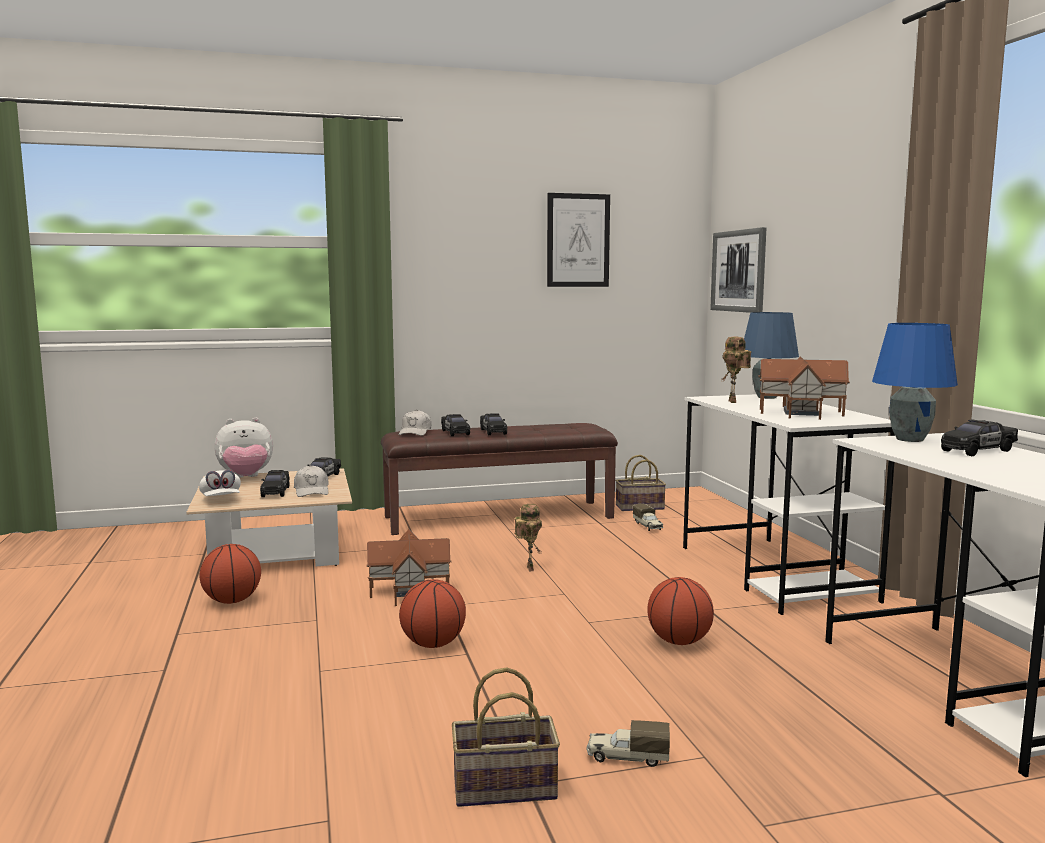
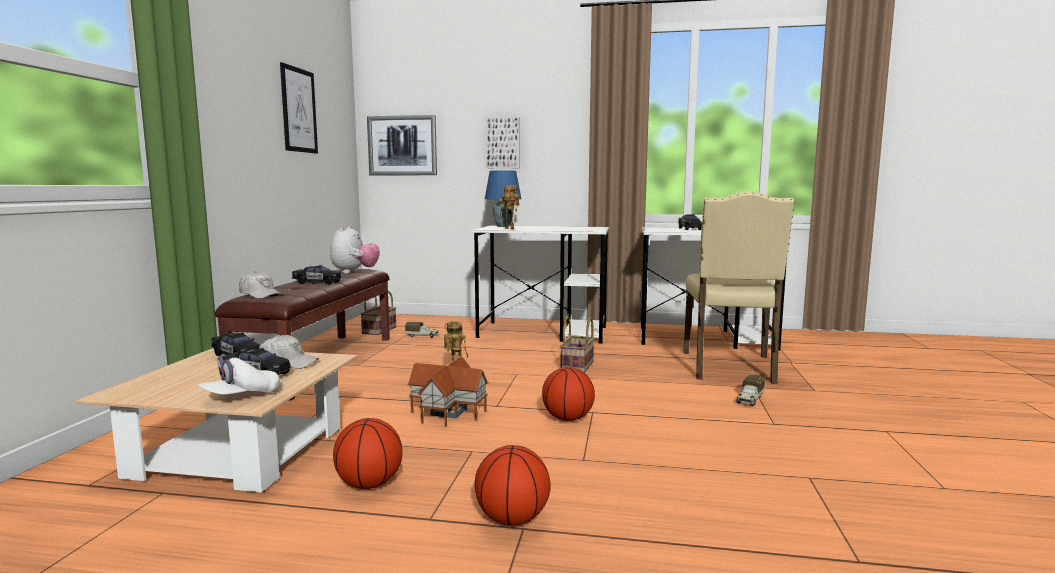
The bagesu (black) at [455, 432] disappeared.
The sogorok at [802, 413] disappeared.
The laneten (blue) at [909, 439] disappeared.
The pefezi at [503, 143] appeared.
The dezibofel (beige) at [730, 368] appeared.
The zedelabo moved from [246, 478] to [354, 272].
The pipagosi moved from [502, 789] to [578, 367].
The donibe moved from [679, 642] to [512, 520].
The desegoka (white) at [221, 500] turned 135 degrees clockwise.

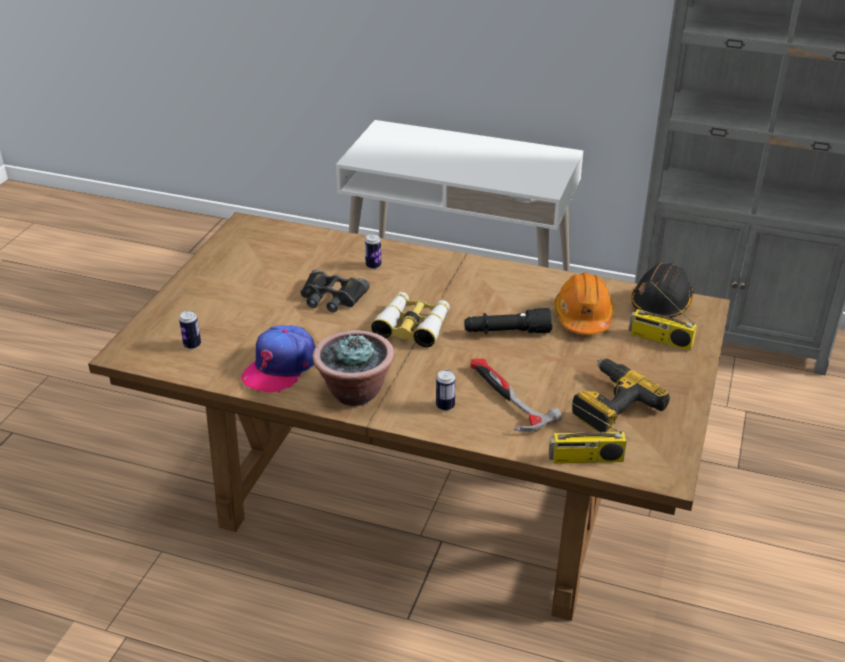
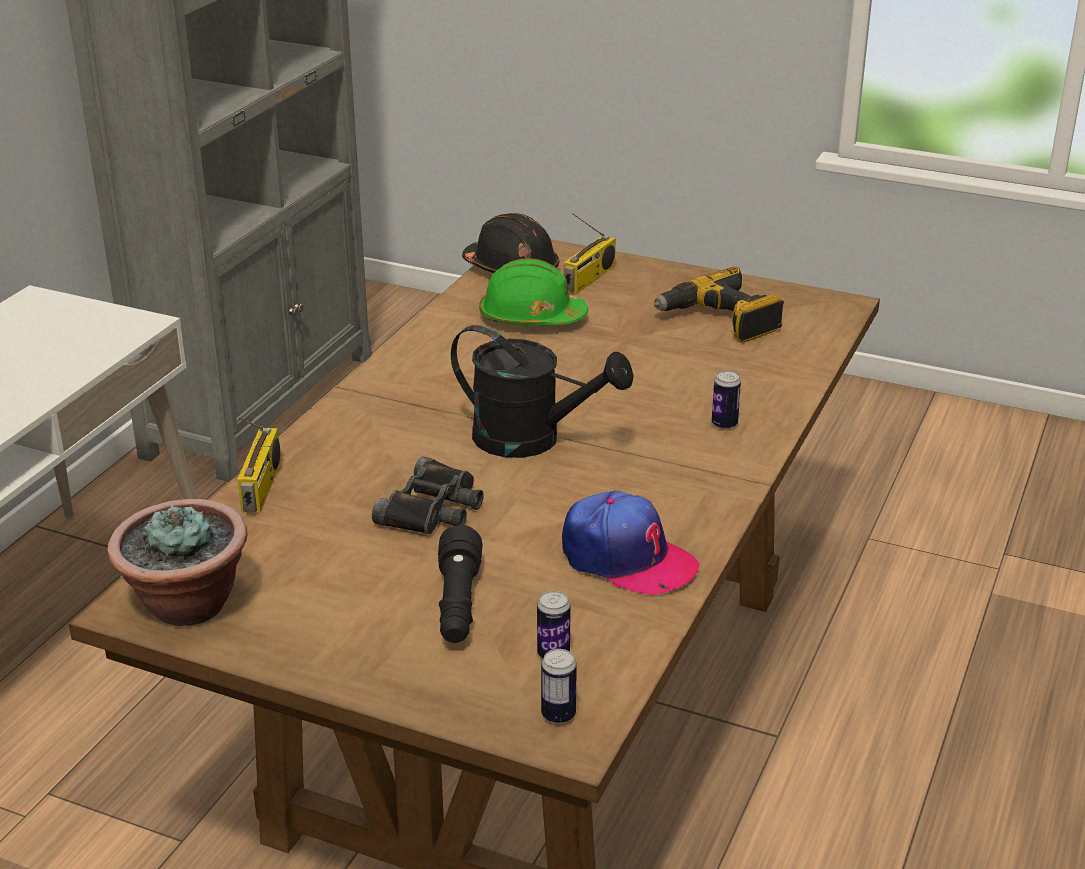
The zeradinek at [505, 398] disappeared.
The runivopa moved from [354, 392] to [187, 605].
The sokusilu moved from [373, 266] to [558, 715].
The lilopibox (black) moved from [507, 332] to [458, 605].
The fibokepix moved from [585, 458] to [262, 487].
The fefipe at [413, 326] was replaced by the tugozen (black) at [532, 440].
The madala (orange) at [583, 317] became the madala (green) at [531, 318].

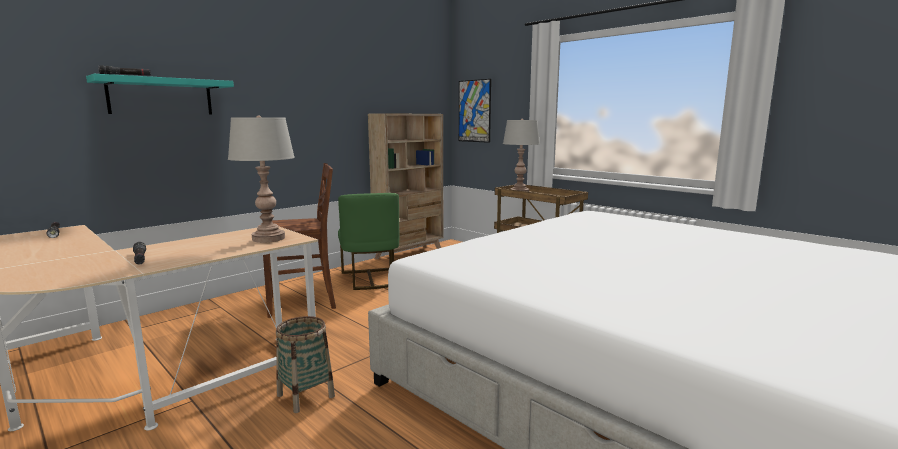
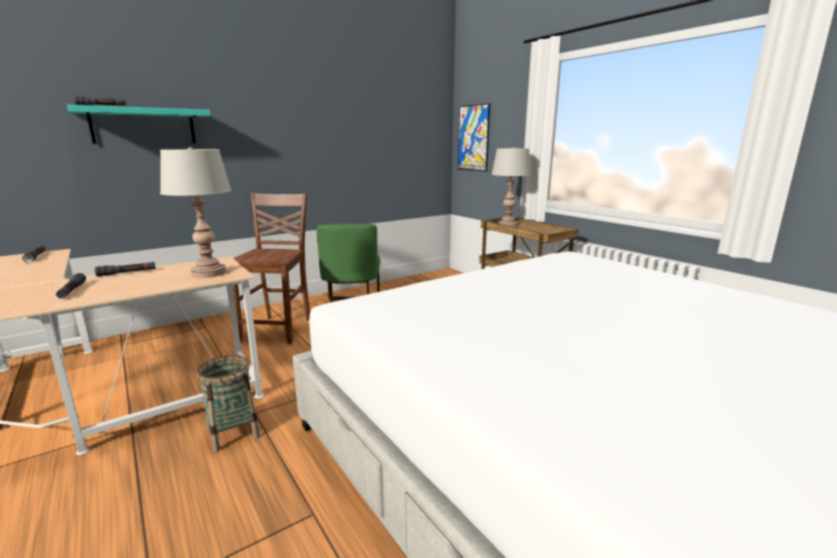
The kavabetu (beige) at [410, 255] disappeared.
The lilopibox (black) at [127, 273] appeared.
The dezibofel (brown) at [303, 303] turned 75 degrees counterclockwise.

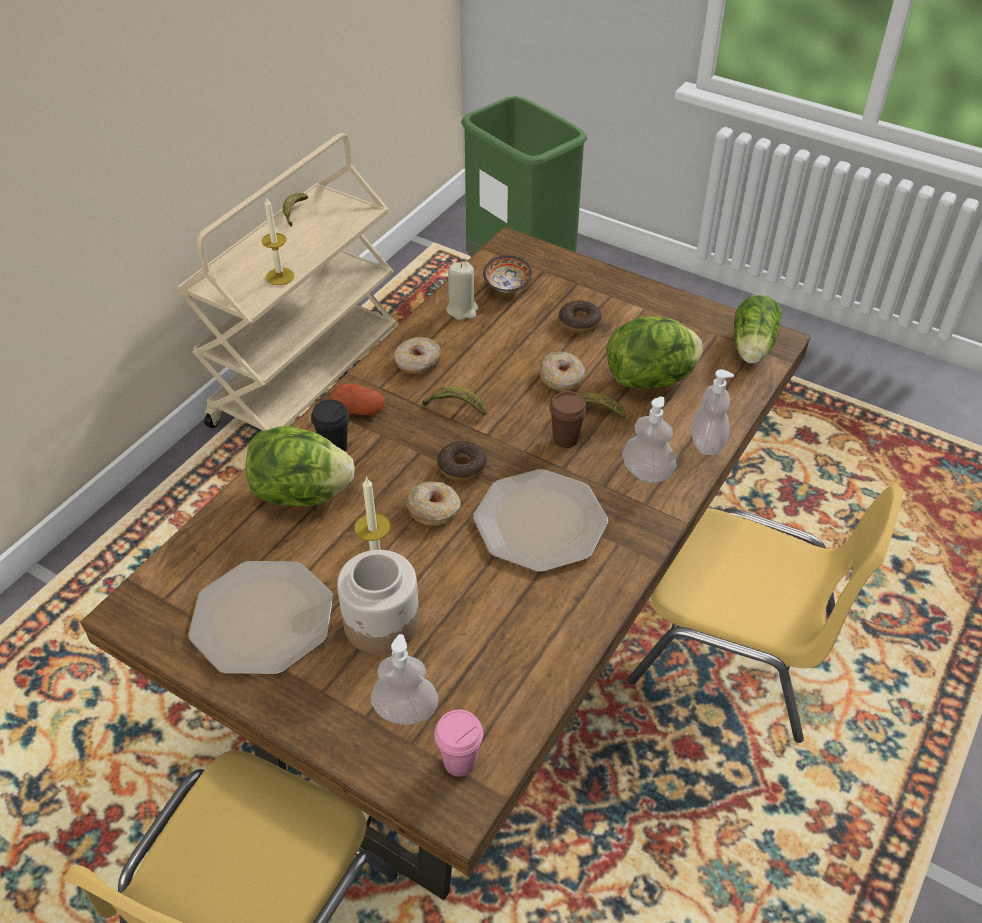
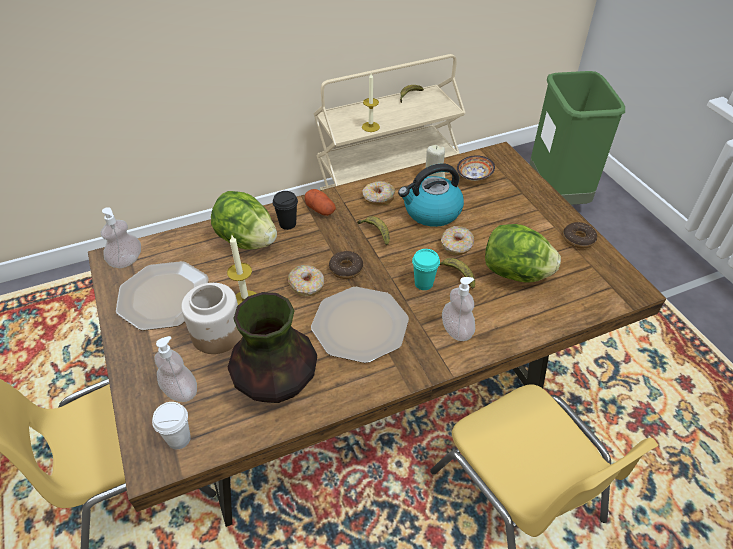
The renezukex at [752, 348] disappeared.
The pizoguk at [276, 383] appeared.
The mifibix at [431, 212] appeared.
The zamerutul moved from [579, 322] to [578, 239].
The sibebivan moved from [707, 443] to [126, 260].
The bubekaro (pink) at [460, 762] became the bubekaro (white) at [179, 439].
The bubekaro (brown) at [565, 439] became the bubekaro (turquoise) at [423, 283].

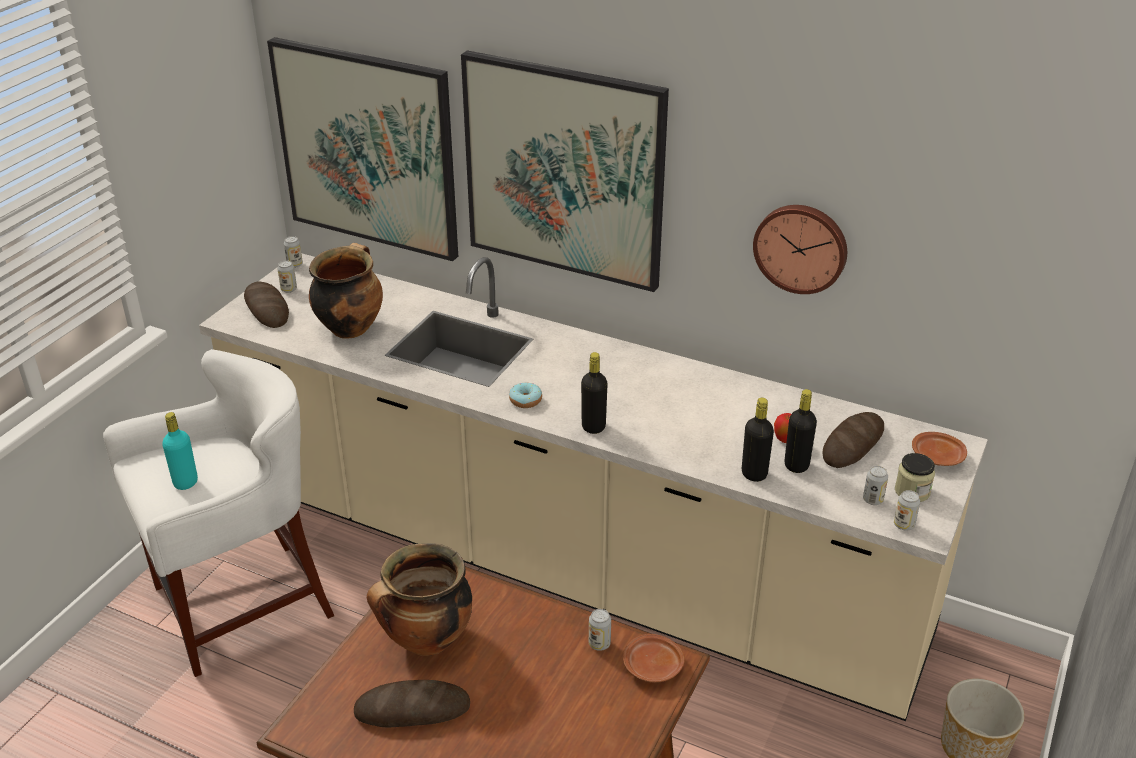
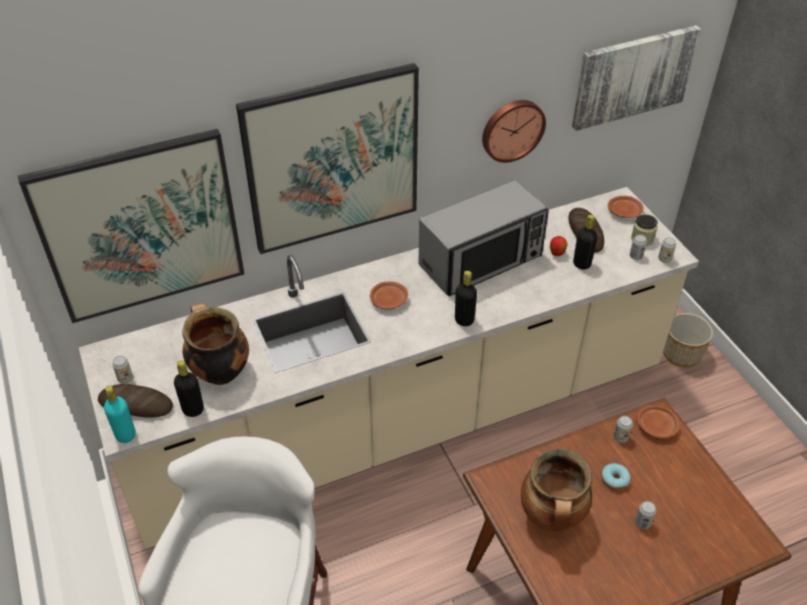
The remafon at [412, 710] disappeared.
The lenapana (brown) at [389, 300] appeared.
The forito at [481, 261] appeared.
The pefezi at [633, 76] appeared.
The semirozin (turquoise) moved from [185, 482] to [125, 435].
The sokusilu moved from [295, 264] to [642, 523].
The zamerutul moved from [525, 400] to [614, 479].
The semirozin (black) moved from [754, 474] to [193, 410].

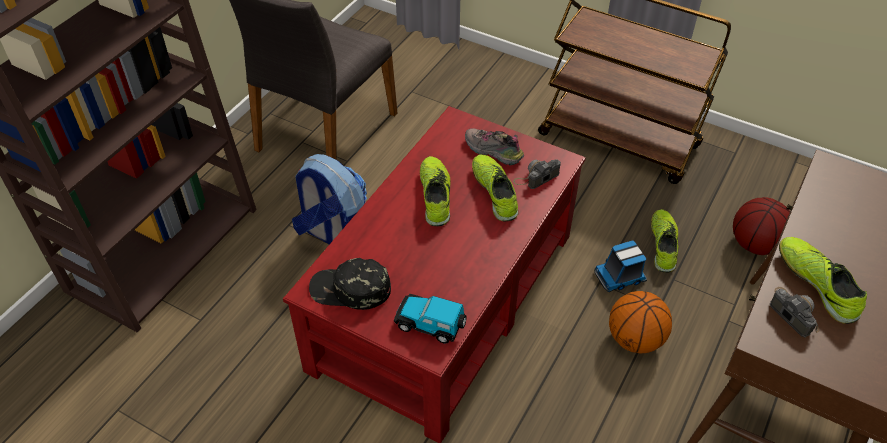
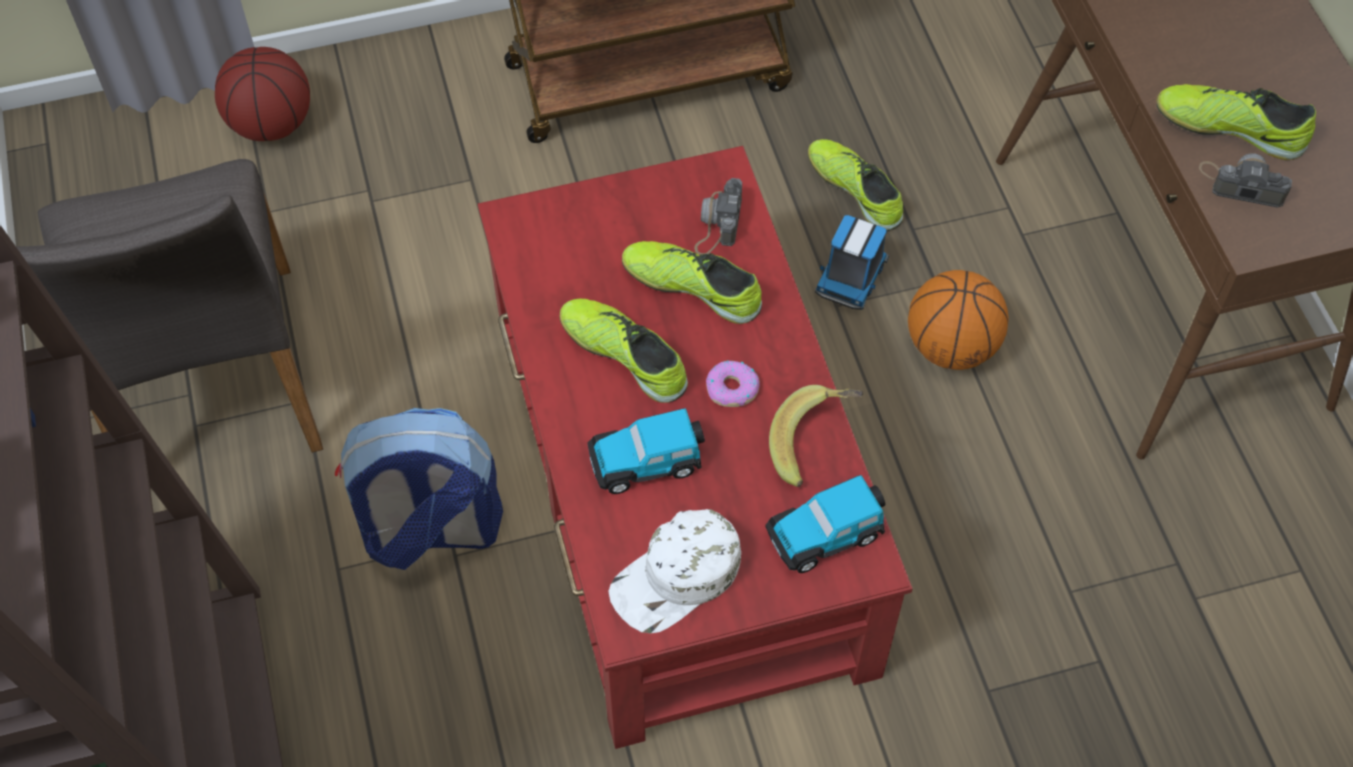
The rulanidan at [492, 151] disappeared.
The bagesu at [647, 460] appeared.
The zamerutul at [732, 389] appeared.
The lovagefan at [815, 444] appeared.
The donibe moved from [755, 244] to [272, 123].
The desegoka (black) at [350, 290] became the desegoka (white) at [677, 578].

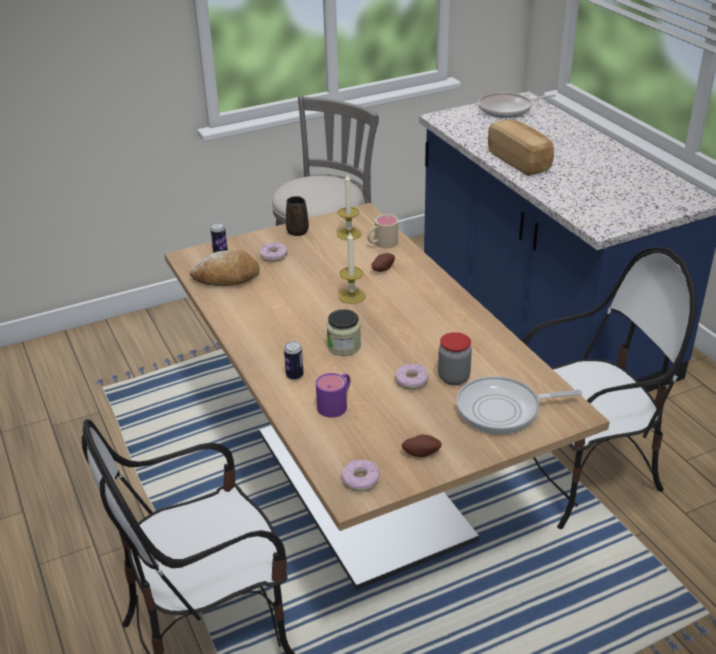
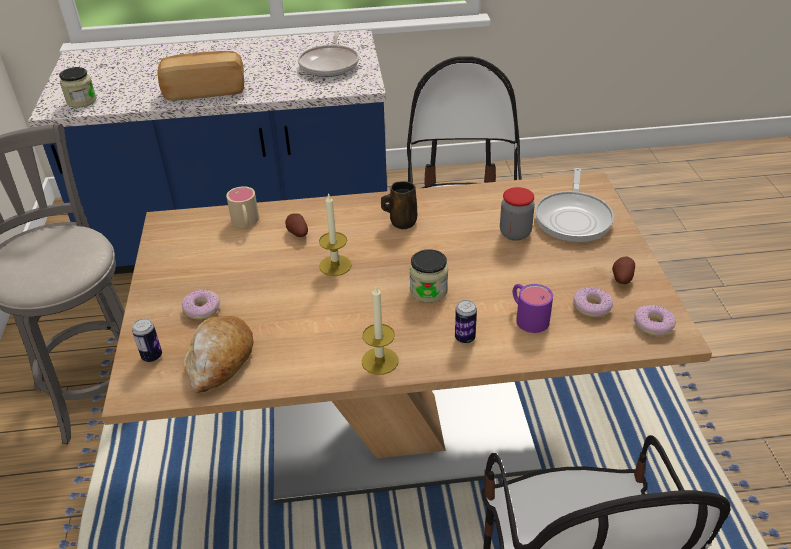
The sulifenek at [81, 101] appeared.
The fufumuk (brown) moved from [297, 230] to [401, 222].
The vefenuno moved from [349, 234] to [380, 361].
The zamerutul moved from [411, 381] to [591, 307].
The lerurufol moved from [508, 109] to [330, 64].

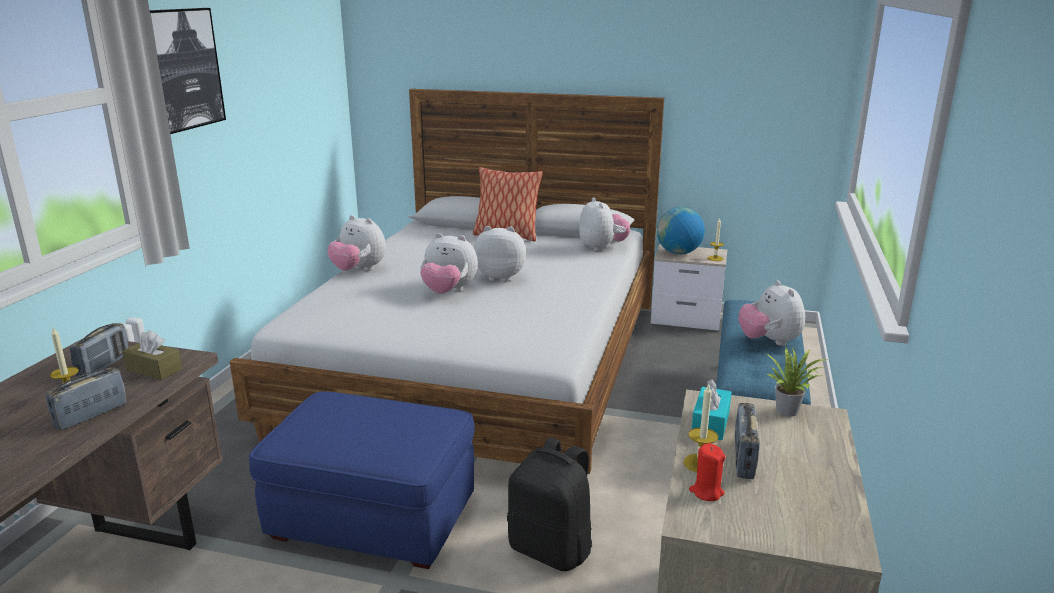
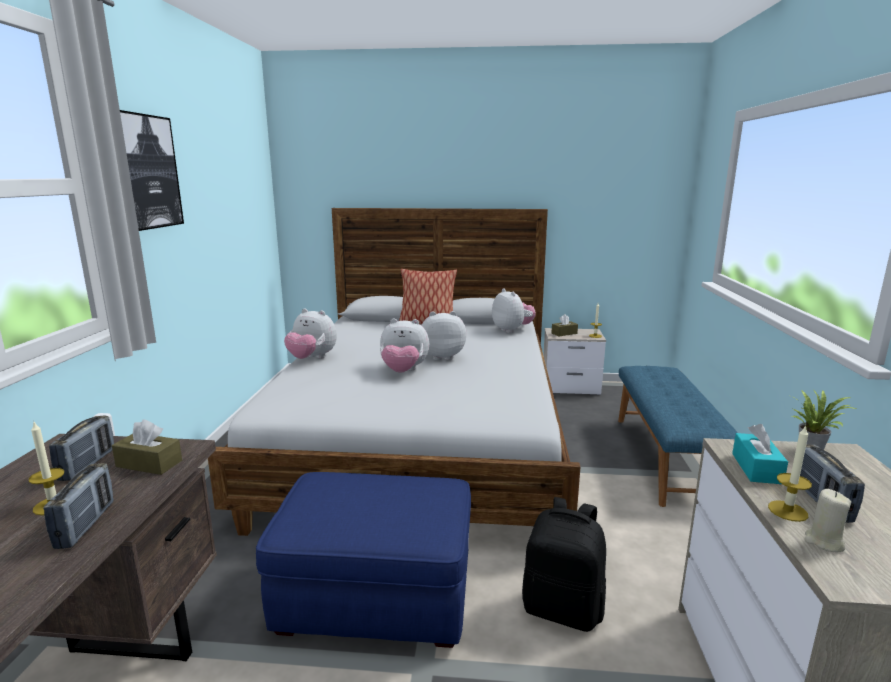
The zedelabo at [769, 341] disappeared.
The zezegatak at [678, 253] was replaced by the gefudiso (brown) at [564, 333].
The vefenuno (red) at [706, 492] became the vefenuno (beige) at [824, 542].
The fibokepix at [91, 415] turned 150 degrees clockwise.

